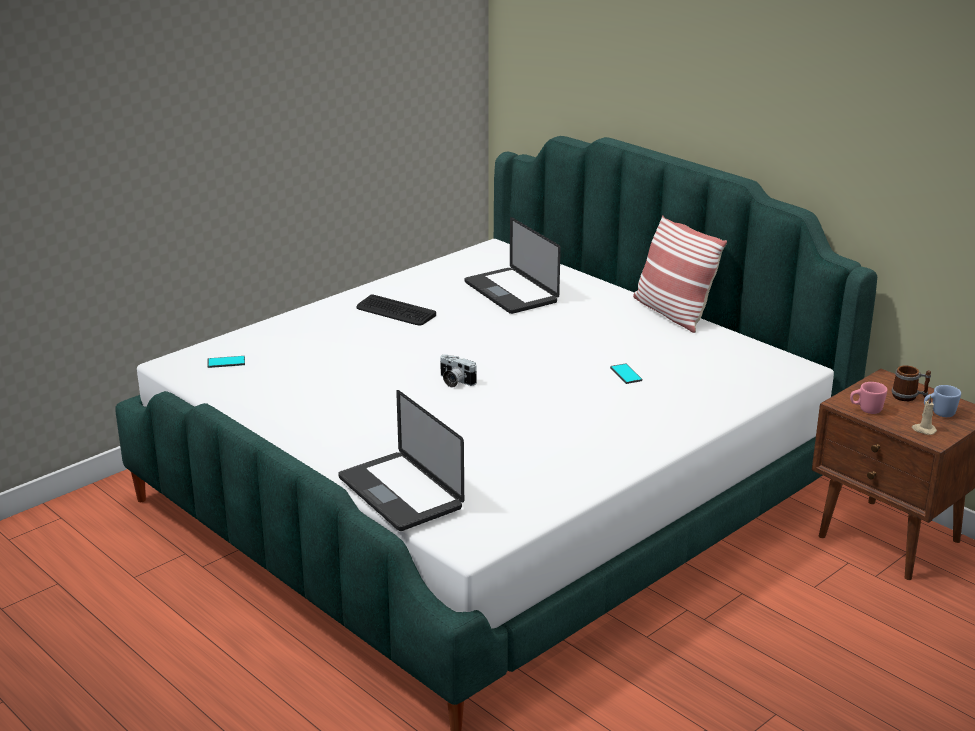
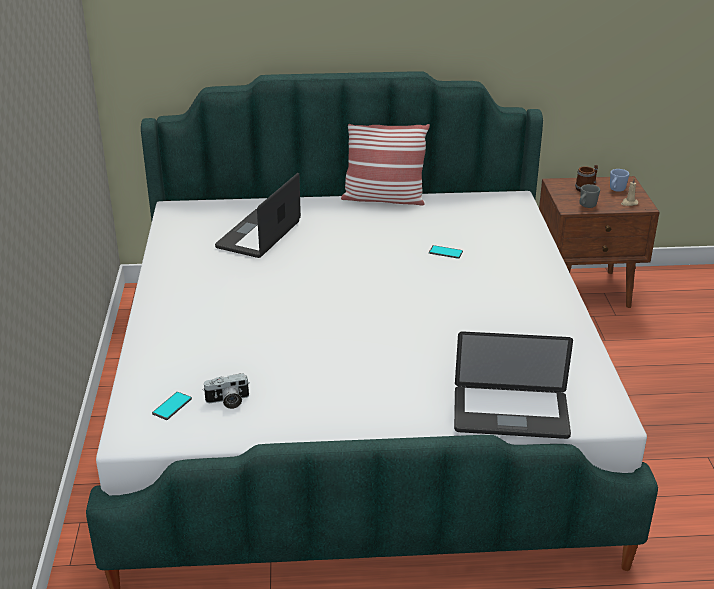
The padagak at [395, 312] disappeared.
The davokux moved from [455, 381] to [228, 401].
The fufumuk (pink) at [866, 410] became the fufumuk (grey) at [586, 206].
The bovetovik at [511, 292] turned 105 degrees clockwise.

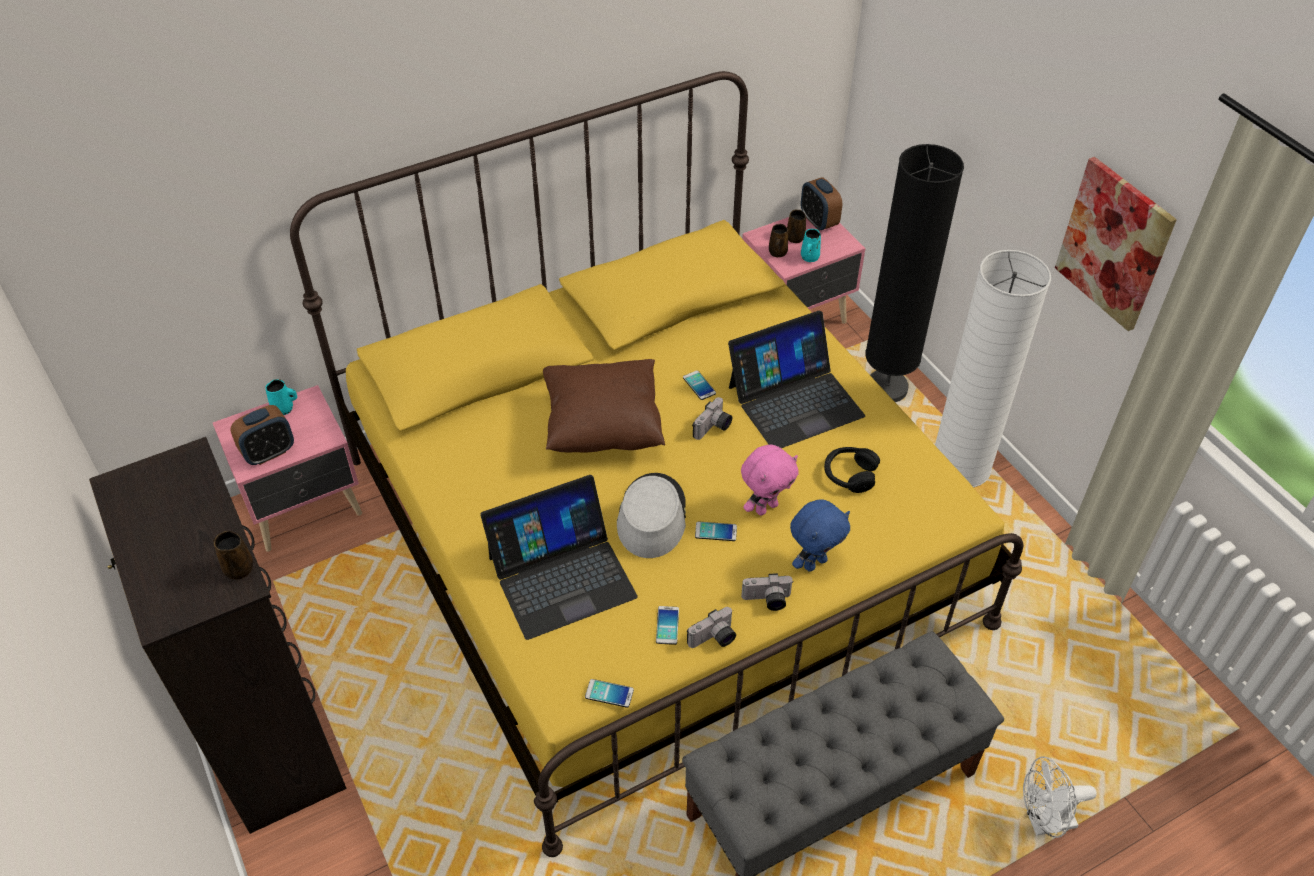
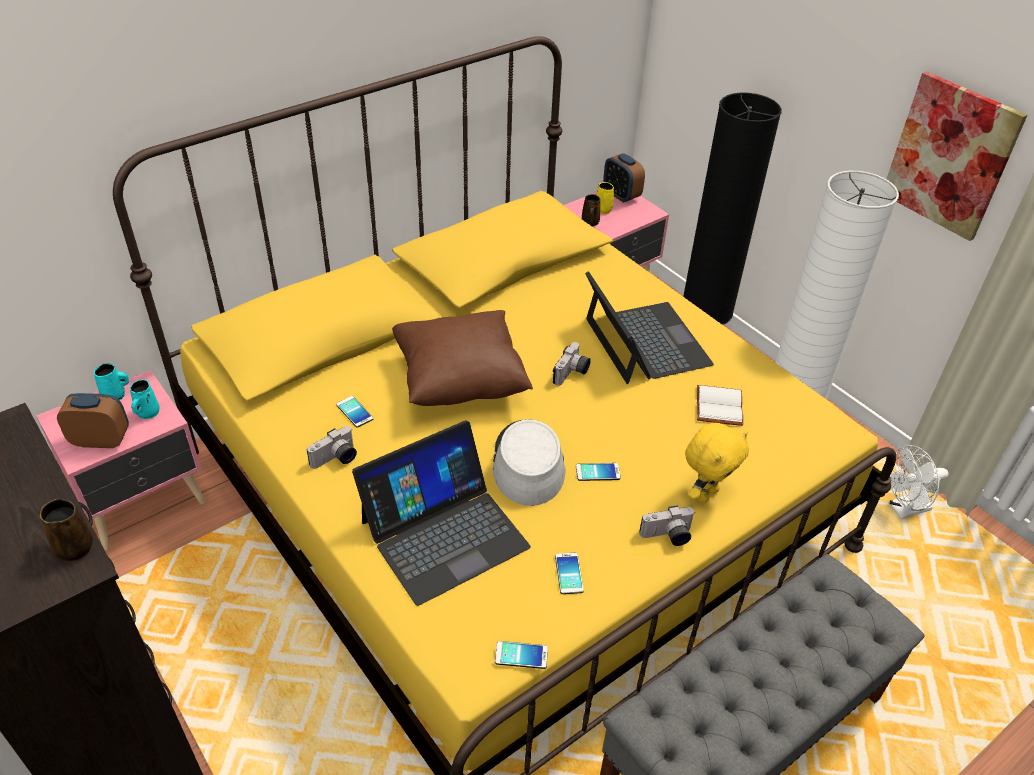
The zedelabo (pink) at [766, 507] disappeared.
The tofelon moved from [699, 385] to [354, 412].
The davokux moved from [714, 639] to [336, 459].
The fufumuk (turquoise) moved from [809, 257] to [147, 413].
The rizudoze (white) moved from [1044, 822] to [903, 509].
The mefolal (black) at [849, 474] was replaced by the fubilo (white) at [717, 405].
The fufumuk (brown) at [794, 237] became the fufumuk (yellow) at [602, 209].
The zedelabo (blue) at [814, 562] became the zedelabo (yellow) at [706, 493].
The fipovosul at [269, 453] turned 135 degrees counterclockwise.
The bovetovik at [794, 400] turned 75 degrees counterclockwise.

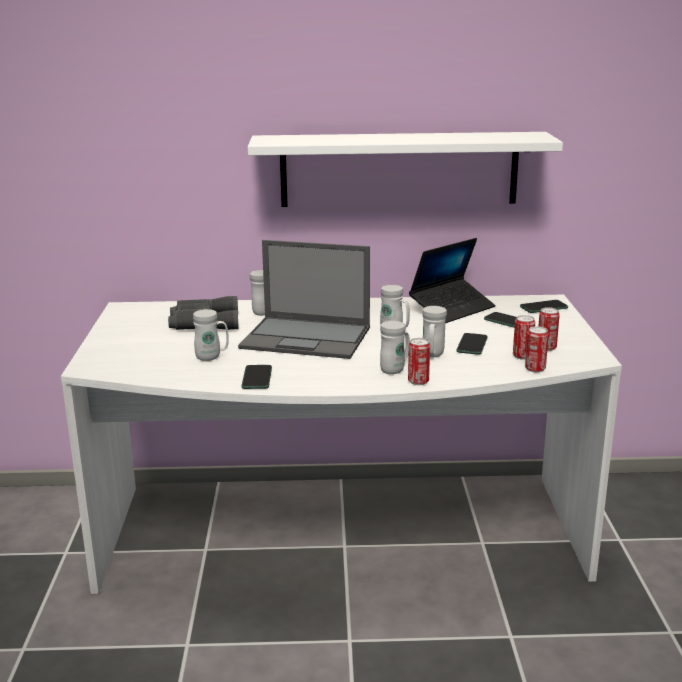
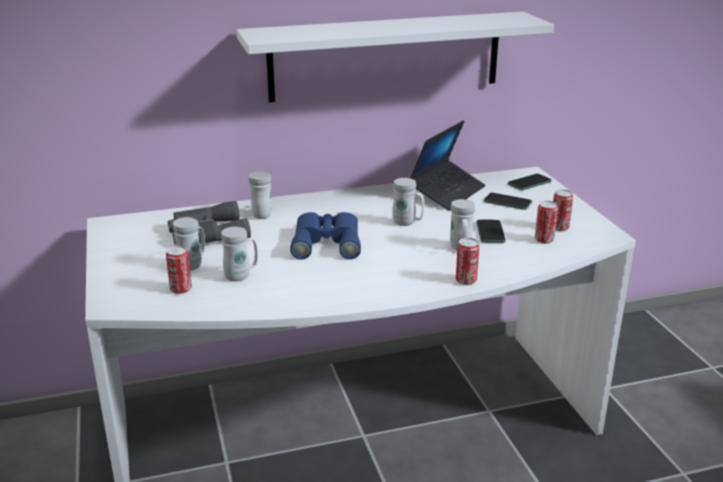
The tofelon at [257, 378] disappeared.
The fufumuk (white) moved from [395, 369] to [193, 264].
The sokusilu moved from [535, 369] to [181, 289].
The bovetovik at [307, 338] was replaced by the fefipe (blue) at [327, 241].

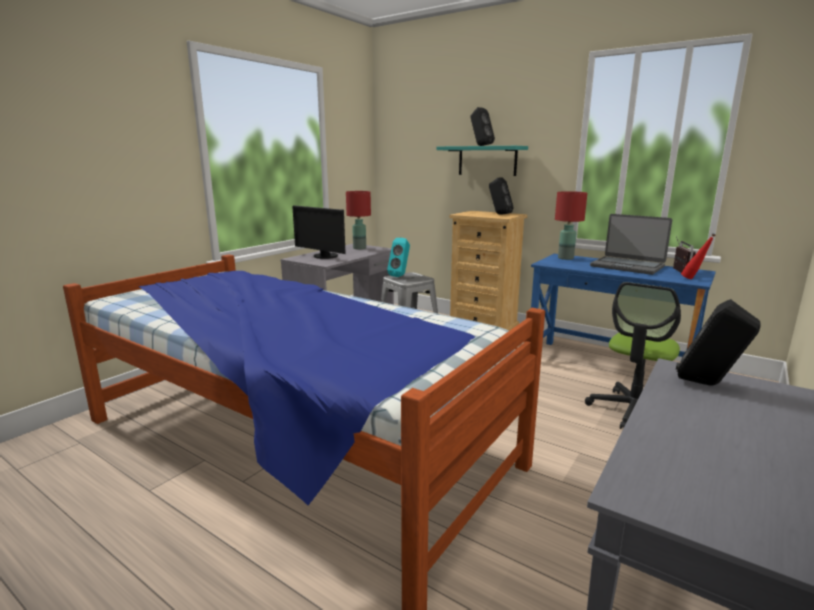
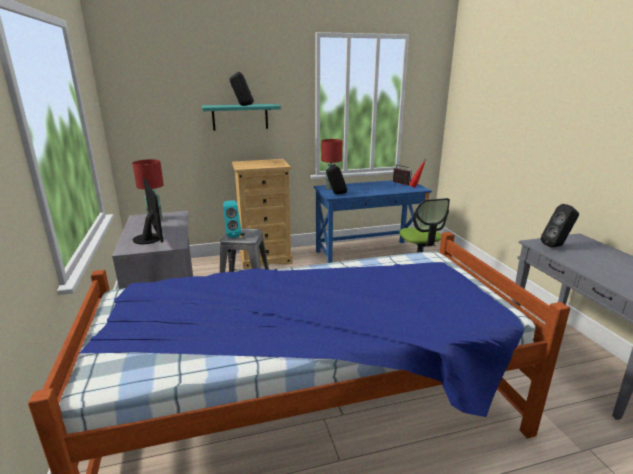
The bovetovik at [627, 266] disappeared.
The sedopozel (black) moved from [499, 214] to [336, 194].
The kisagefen at [323, 256] turned 105 degrees counterclockwise.

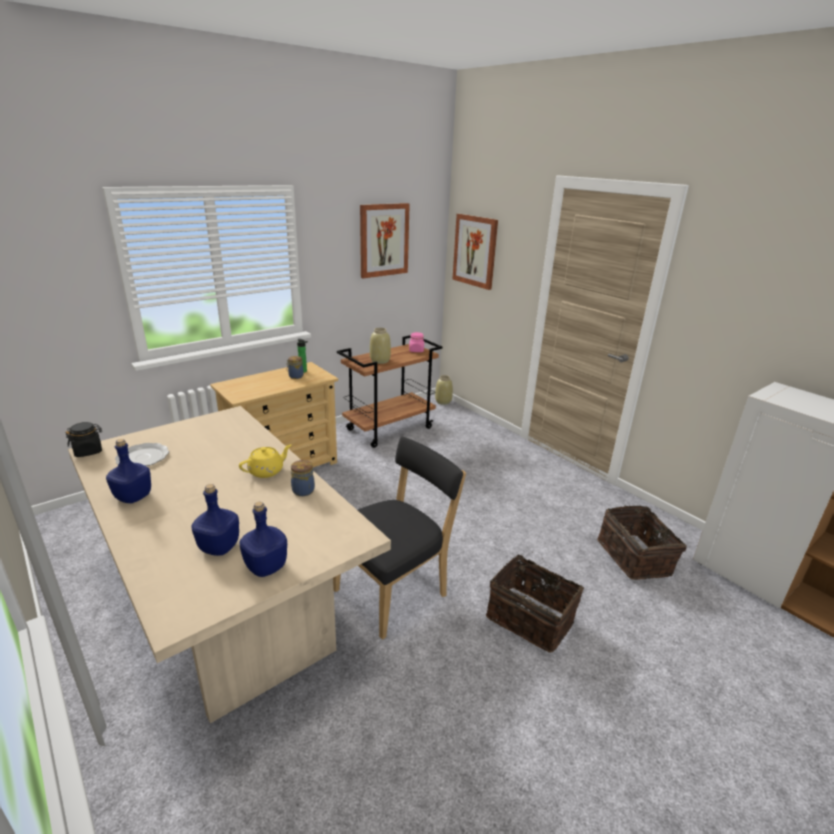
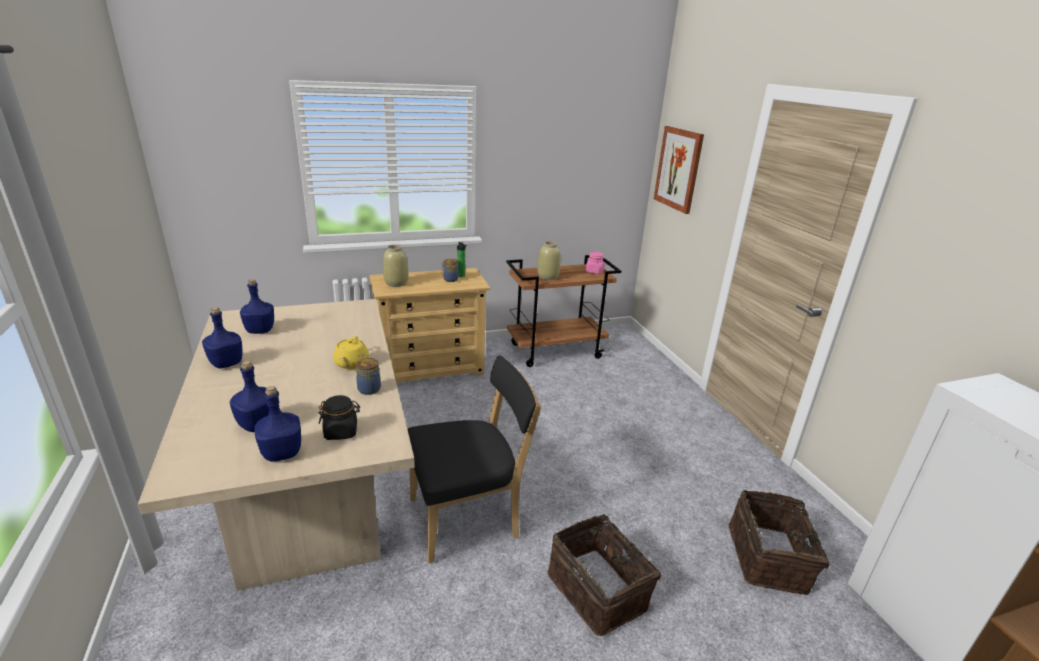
The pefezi at [384, 240] disappeared.
The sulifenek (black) moved from [88, 451] to [341, 432].
The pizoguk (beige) moved from [443, 401] to [396, 283].
The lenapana at [143, 457] was replaced by the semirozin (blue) at [260, 330].
The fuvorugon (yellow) at [267, 471] turned 105 degrees clockwise.

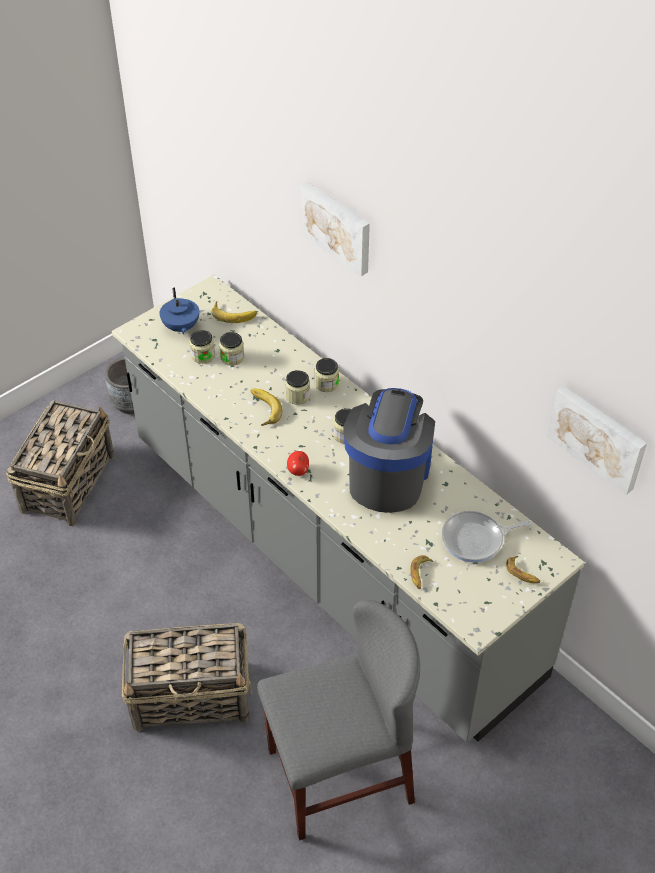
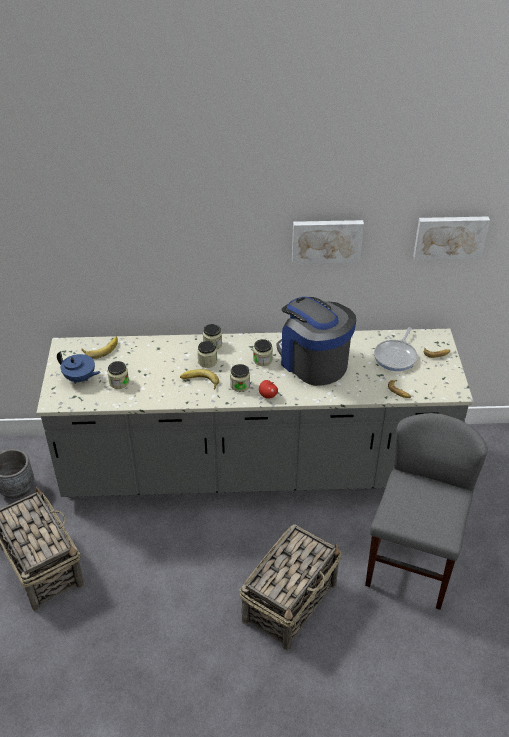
The sulifenek moved from [232, 357] to [240, 385].
The pefezi moved from [337, 226] to [326, 240].

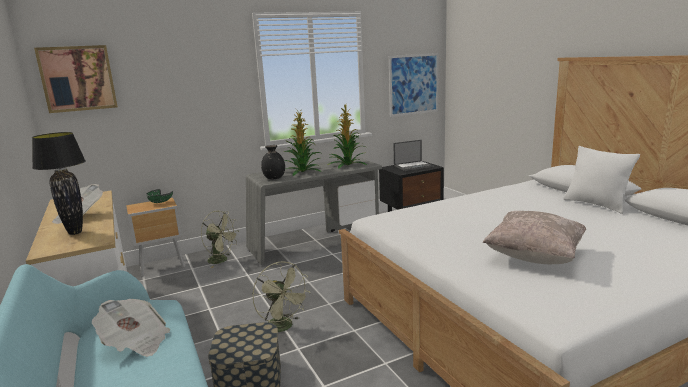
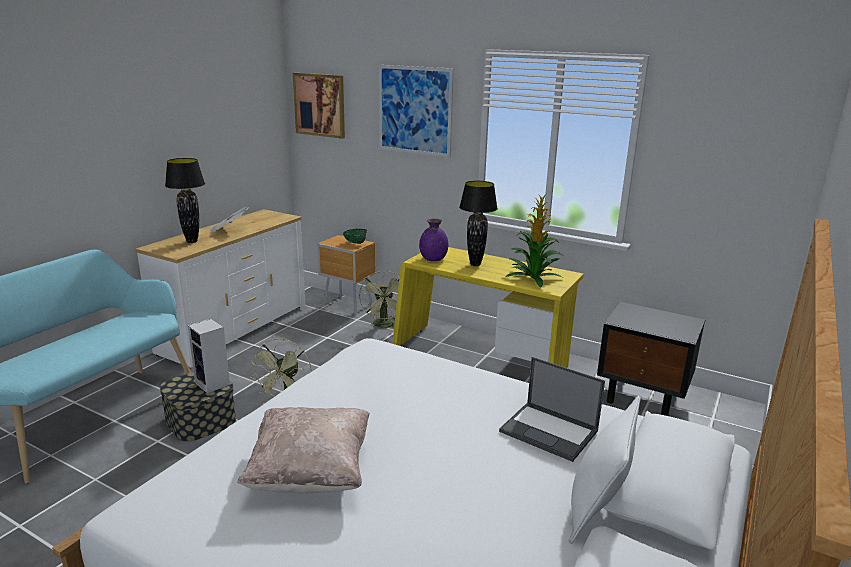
The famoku at [135, 342] disappeared.
The sedopozel at [213, 384] appeared.
The pefezi moved from [414, 84] to [415, 110].
The bovetovik moved from [413, 166] to [550, 431].
The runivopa at [303, 171] was replaced by the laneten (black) at [475, 264].
The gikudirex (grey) at [315, 242] became the gikudirex (yellow) at [480, 357].
The pizoguk (black) at [274, 178] became the pizoguk (purple) at [433, 259].

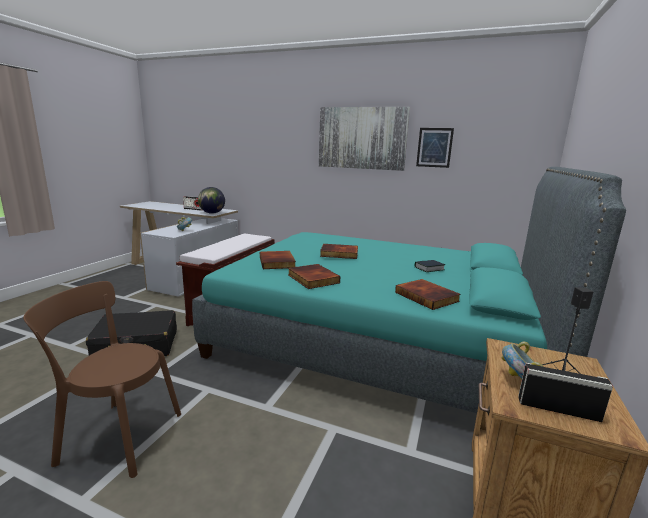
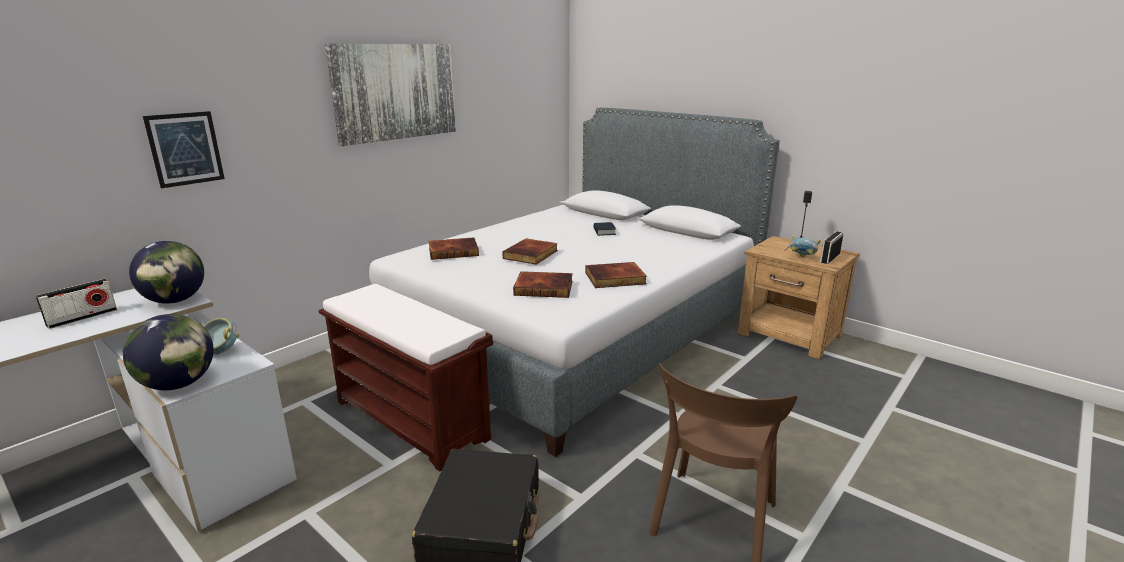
The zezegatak at [179, 384] appeared.
The fubilo moved from [427, 297] to [453, 251].
The pefezi moved from [434, 147] to [185, 149].
The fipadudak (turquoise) at [379, 340] became the fipadudak (grey) at [576, 331].

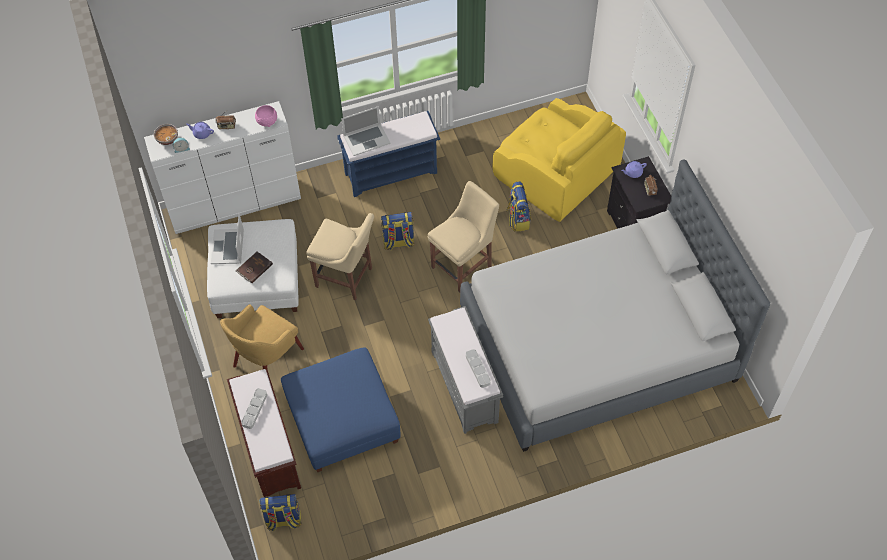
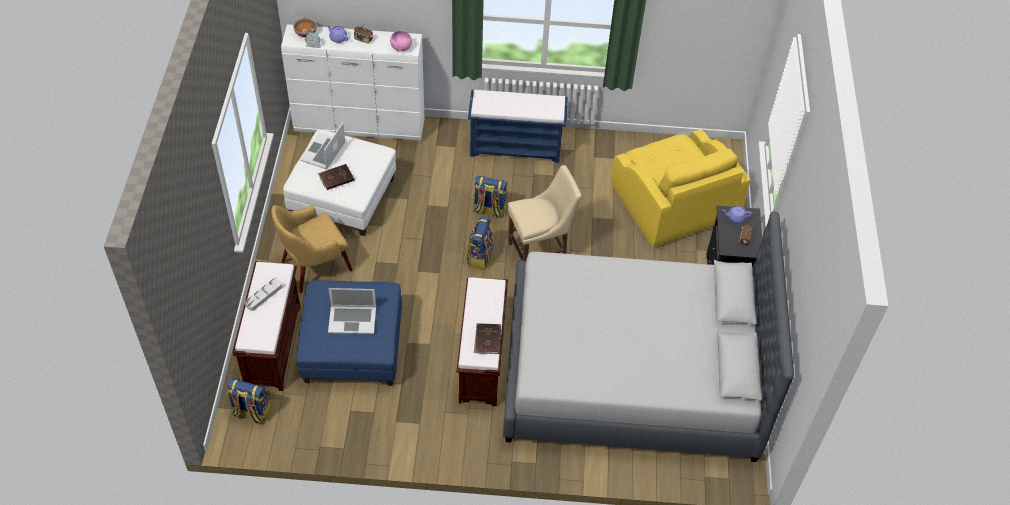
The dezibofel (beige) at [346, 278] disappeared.
The bovetovik moved from [366, 139] to [352, 319].
The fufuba moved from [517, 219] to [479, 256].
The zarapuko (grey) at [478, 369] was replaced by the fubilo (brown) at [487, 340].
The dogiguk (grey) at [465, 387] became the dogiguk (brown) at [482, 361].

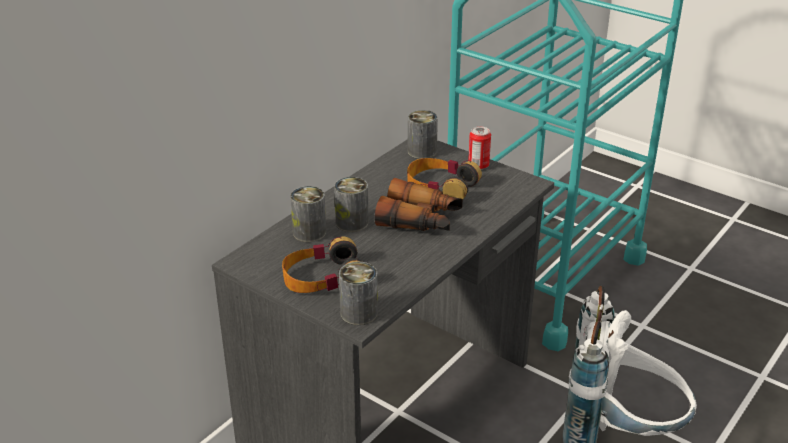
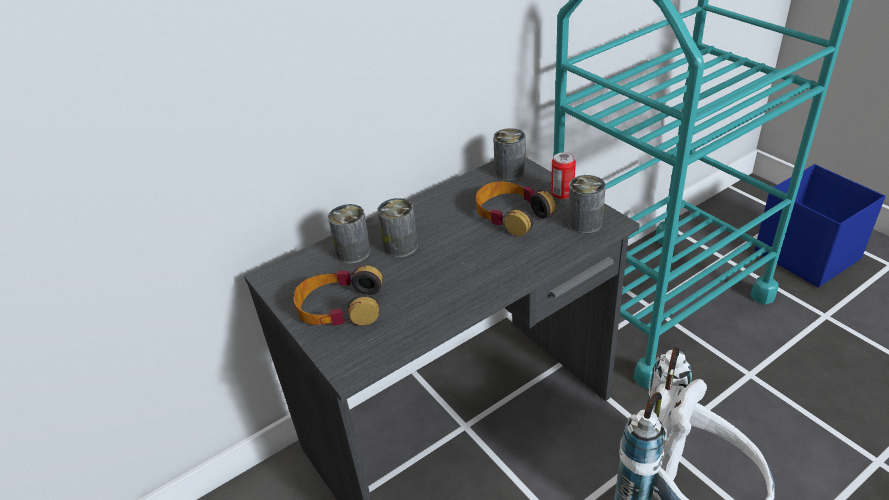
The fefipe at [420, 220] disappeared.
The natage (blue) at [805, 254] appeared.
The sokusilu moved from [359, 313] to [584, 222].

